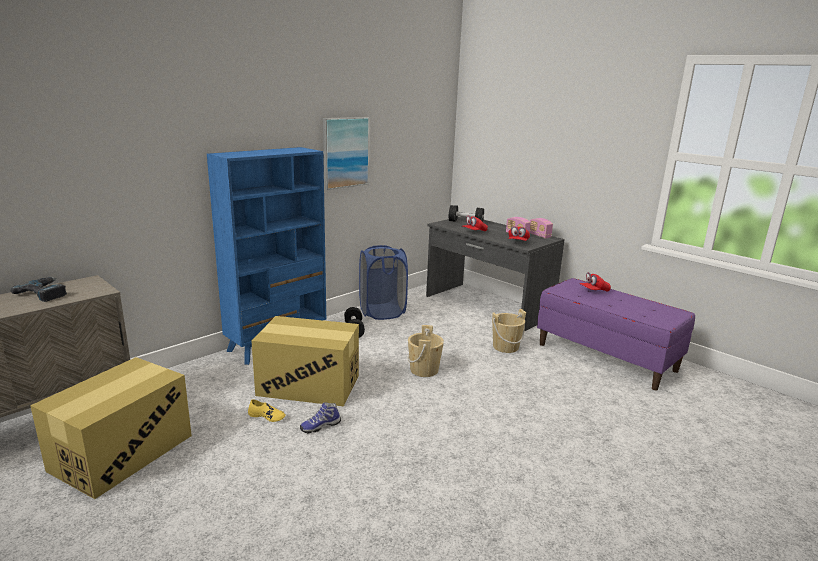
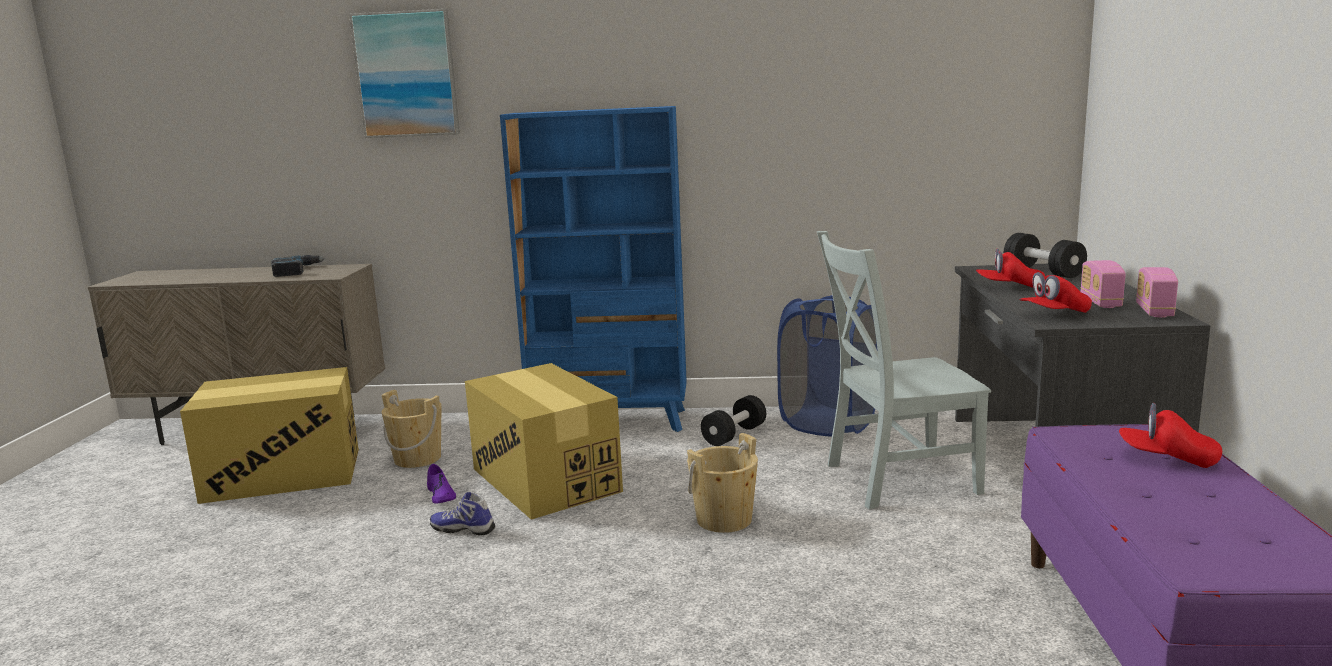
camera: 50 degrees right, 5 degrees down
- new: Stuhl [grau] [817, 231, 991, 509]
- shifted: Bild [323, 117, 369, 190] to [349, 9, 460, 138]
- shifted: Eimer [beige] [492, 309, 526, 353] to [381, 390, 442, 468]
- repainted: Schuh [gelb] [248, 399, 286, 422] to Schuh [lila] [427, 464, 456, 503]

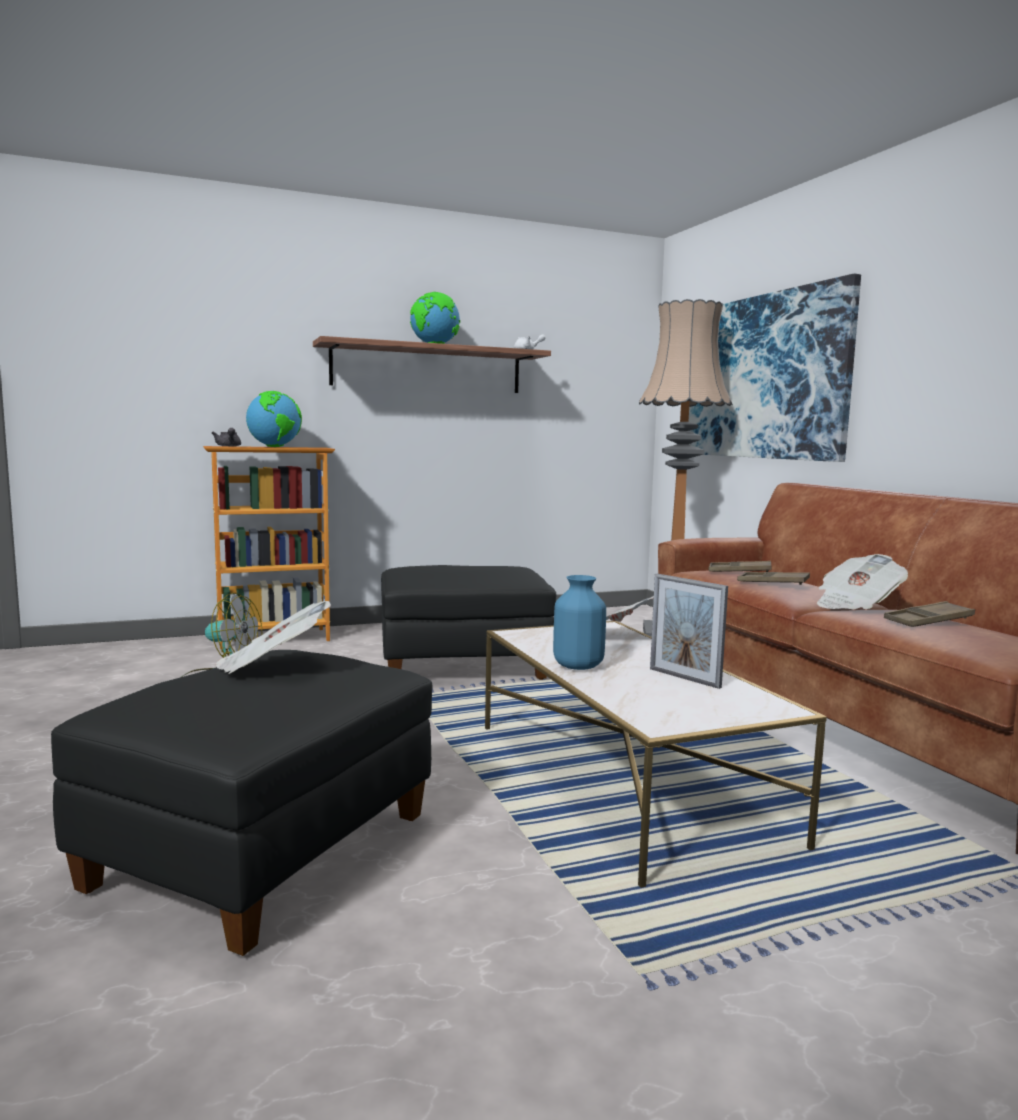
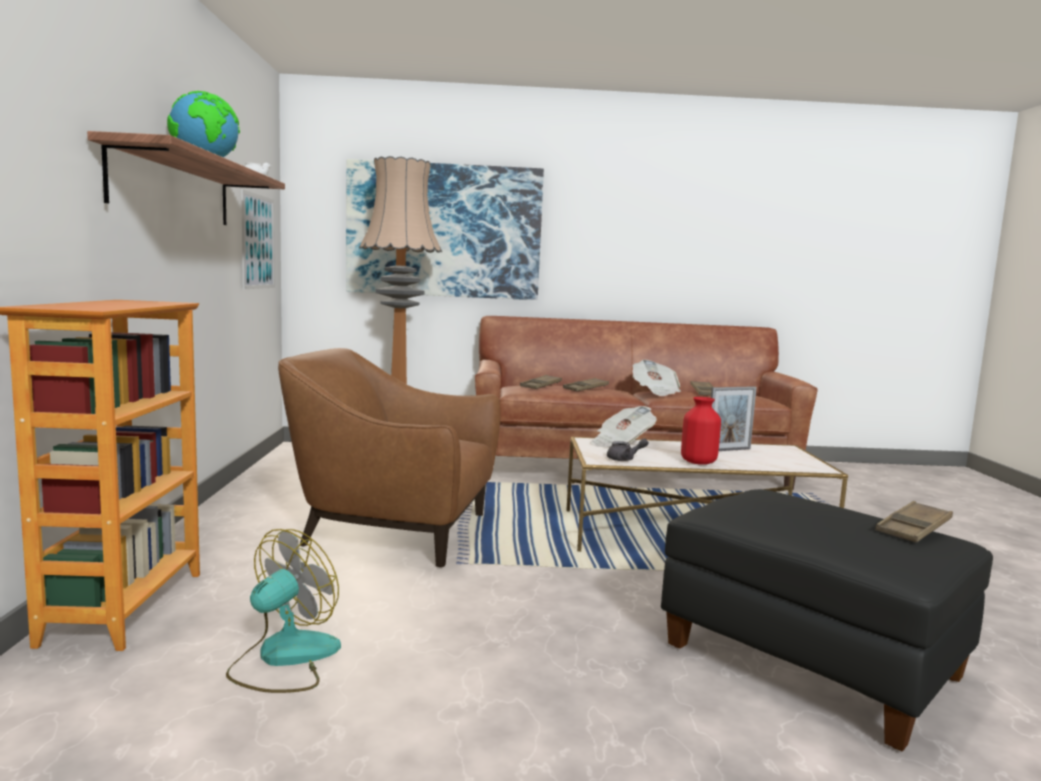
camera: 70 degrees left, 0 degrees up
- gone: Zeitung [215, 601, 331, 674]
- gone: Globus [246, 391, 302, 447]
- new: Bild [241, 189, 275, 289]
- new: Tablett [braun] [875, 501, 953, 543]
- shifted: Teekanne [grau] [212, 428, 241, 446] to [607, 438, 649, 461]
- swapped: Polsterhocker [schwarz] [381, 565, 556, 680] to Sessel [braun] [278, 348, 500, 567]
- repainted: Vase [blau] [553, 575, 606, 670] to Vase [rot] [681, 397, 721, 465]

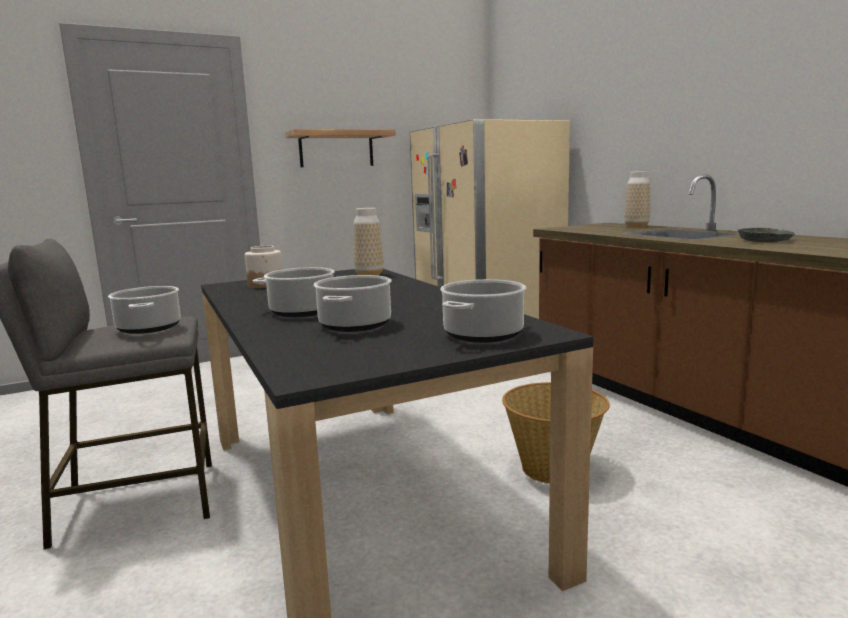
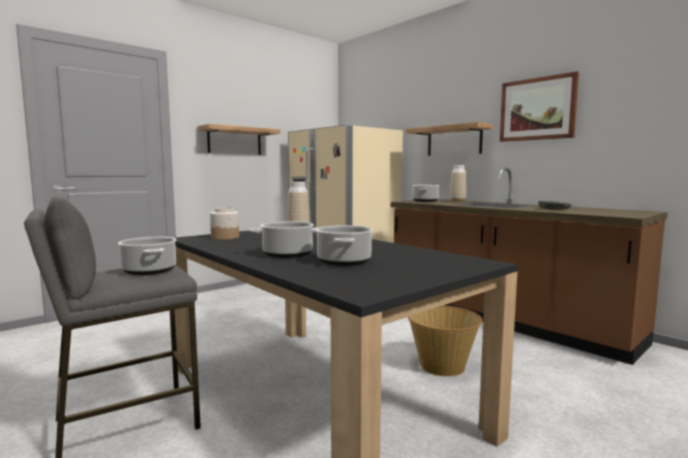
camera: 15 degrees left, 5 degrees down
- new: Wandregal [406, 122, 493, 156]
- new: Bild [500, 71, 579, 142]
- shifted: Kochtopf [440, 279, 526, 343] to [412, 185, 440, 202]

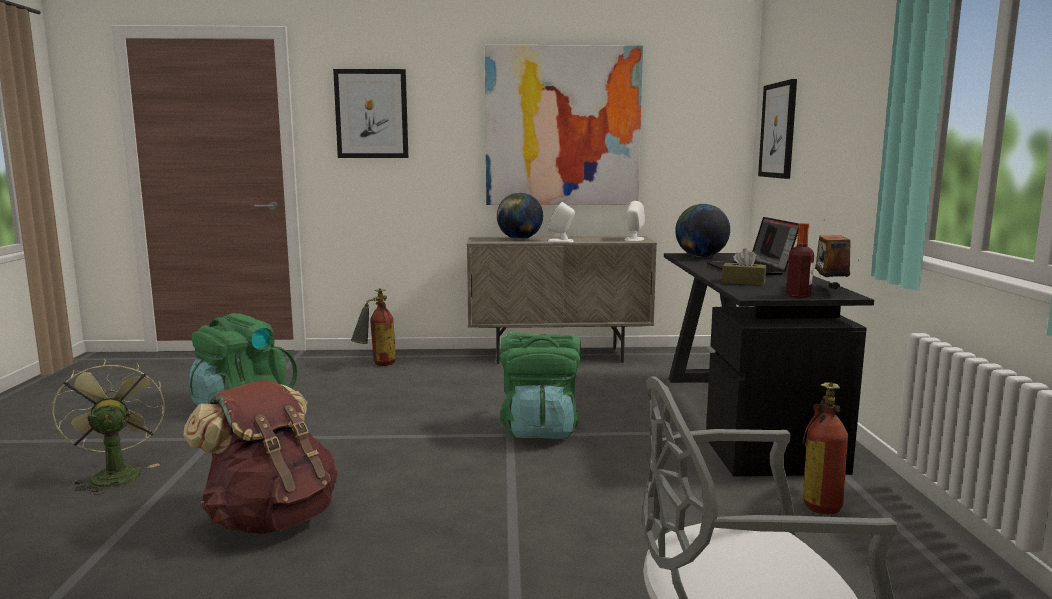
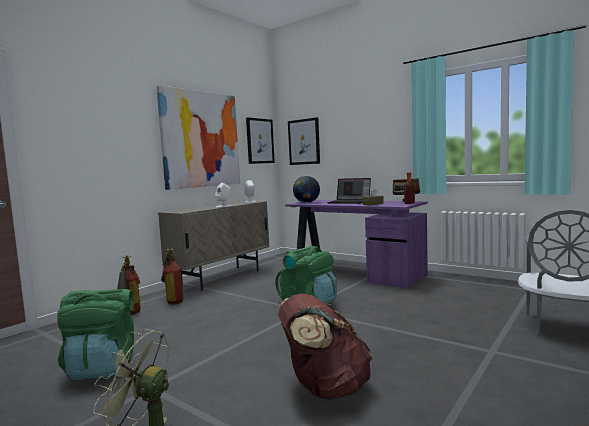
camera: 50 degrees left, 5 degrees down
- gone: Globus [497, 193, 543, 239]
- shifted: Bild [333, 69, 408, 158] to [246, 117, 275, 164]
- shifted: Feuerlöscher [803, 382, 848, 514] to [161, 248, 183, 305]
- repainted: Schreibtisch [schwarz] [664, 253, 874, 477] to Schreibtisch [lila] [285, 200, 428, 289]

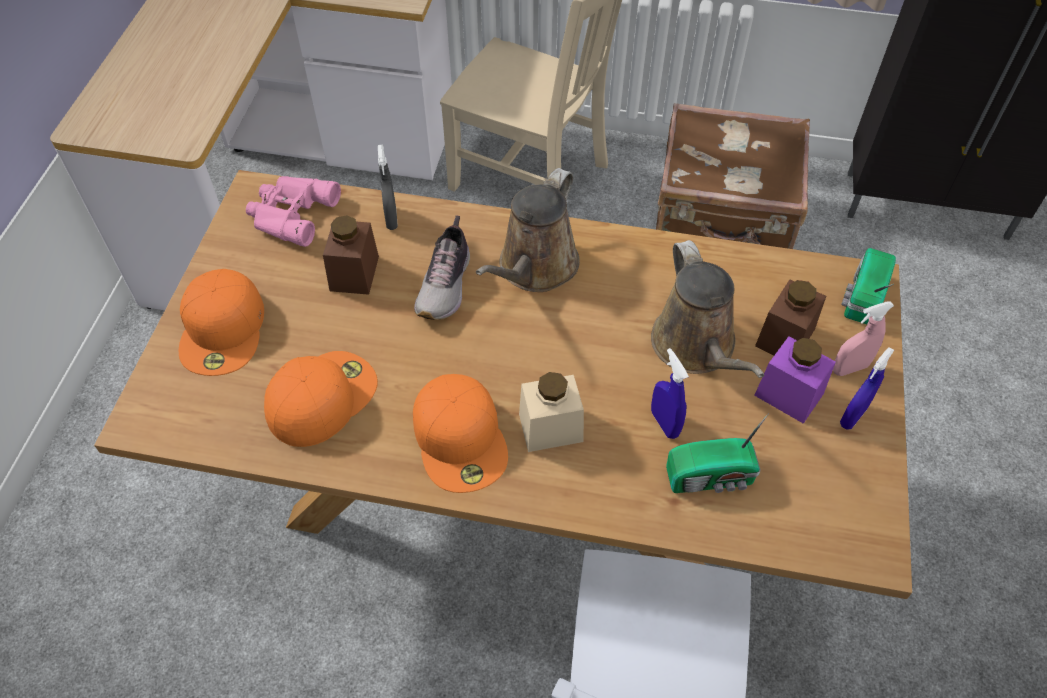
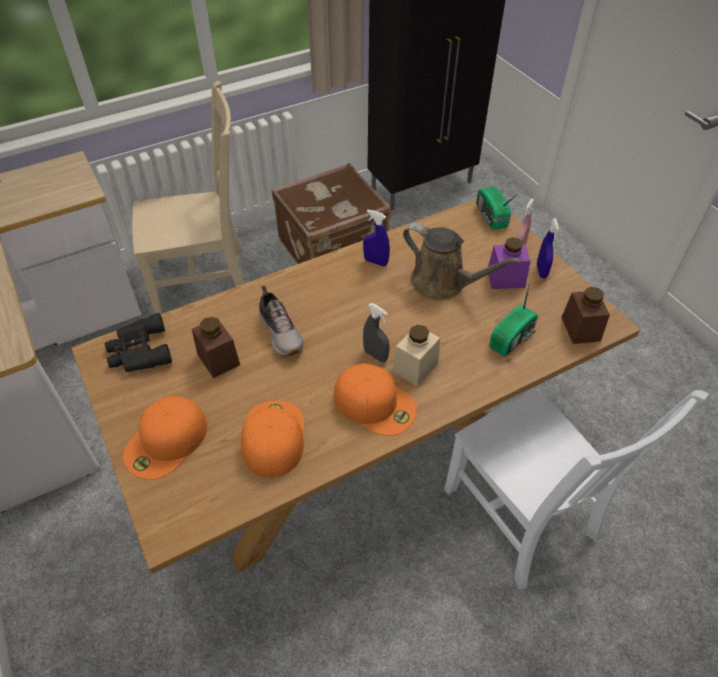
camera: 40 degrees left, 5 degrees down
- gone: Gießkanne [braun] [476, 168, 580, 292]
- shifted: Sprühflasche [grau] [378, 145, 398, 230] to [363, 303, 389, 362]
- shifted: Sprühflasche [blau] [651, 348, 689, 439] to [363, 209, 390, 266]
- shifted: Vorratsglas [braun] [755, 279, 826, 355] to [561, 287, 610, 344]
- repainted: Fernglas [rosa] [246, 176, 341, 247] to Fernglas [schwarz] [105, 313, 172, 372]
- rotated: Kappe [orange] [178, 269, 264, 376] = [123, 396, 207, 480] 75 degrees clockwise

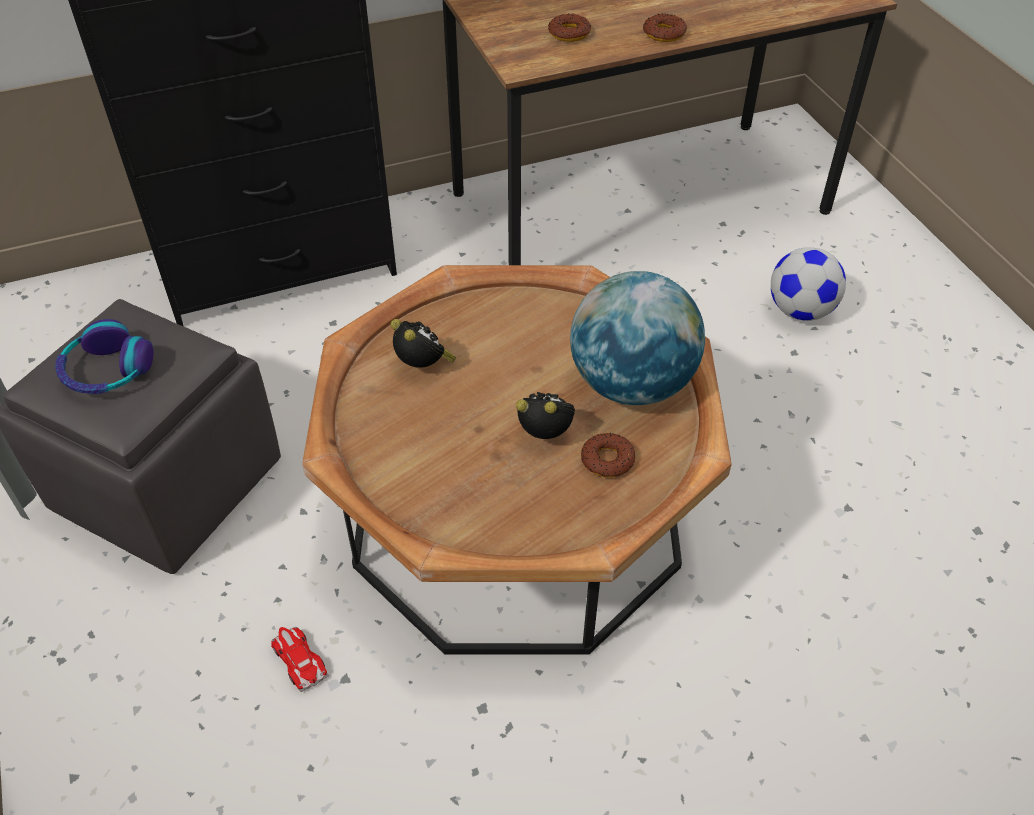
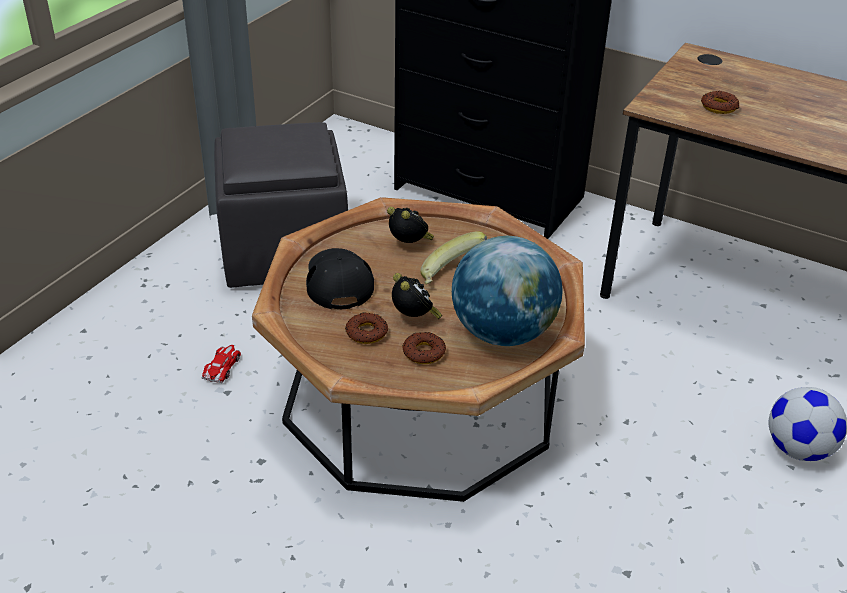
camera: 50 degrees right, 10 degrees down
- gone: Kopfhörer [55, 319, 154, 394]
- new: Kappe [schwarz] [306, 248, 374, 309]
- new: Banane [420, 231, 487, 284]
- shifted: Donut [643, 13, 687, 42] to [345, 313, 388, 344]
- rotated: Wecker [390, 319, 456, 368] = [387, 207, 434, 243] 60 degrees counterclockwise

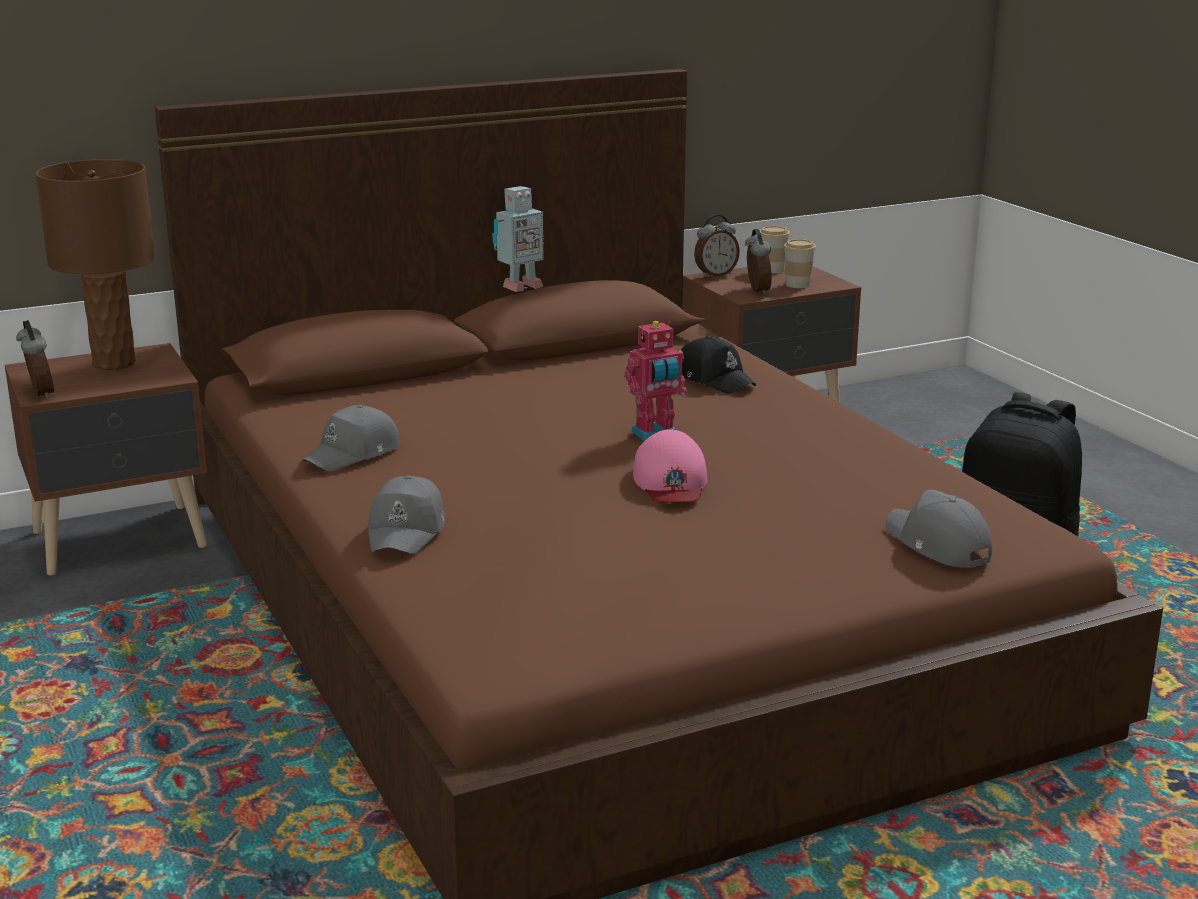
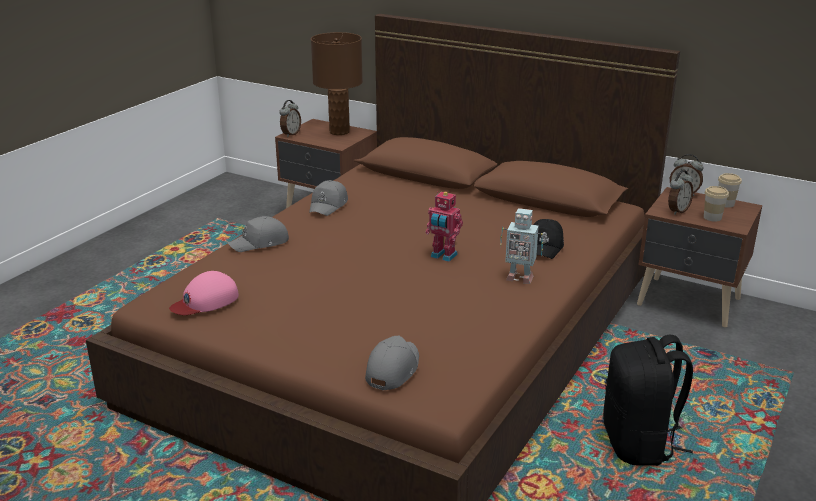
camera: 55 degrees right, 5 degrees up
- shifted: Spielzeugroboter [492, 186, 544, 292] to [500, 208, 543, 284]
- shifted: Kappe [rosa] [633, 429, 707, 502] to [169, 271, 239, 315]
- rotated: Kappe [grau] [302, 405, 399, 471] = [309, 180, 348, 216] 75 degrees counterclockwise

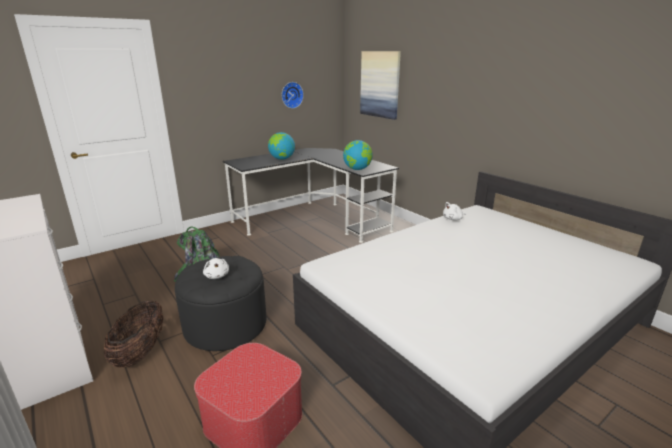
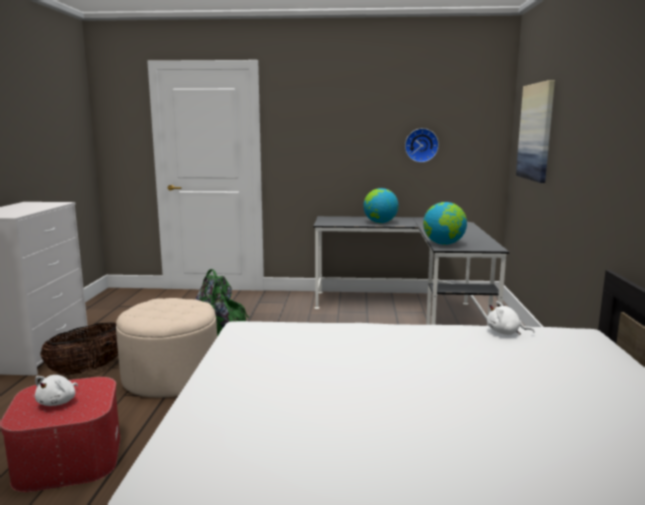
camera: 40 degrees right, 10 degrees down
- shifted: Plüschtier [weiß] [203, 258, 229, 279] to [35, 375, 78, 406]
- repainted: Polsterhocker [schwarz] [175, 256, 266, 351] to Polsterhocker [beige] [116, 298, 217, 398]

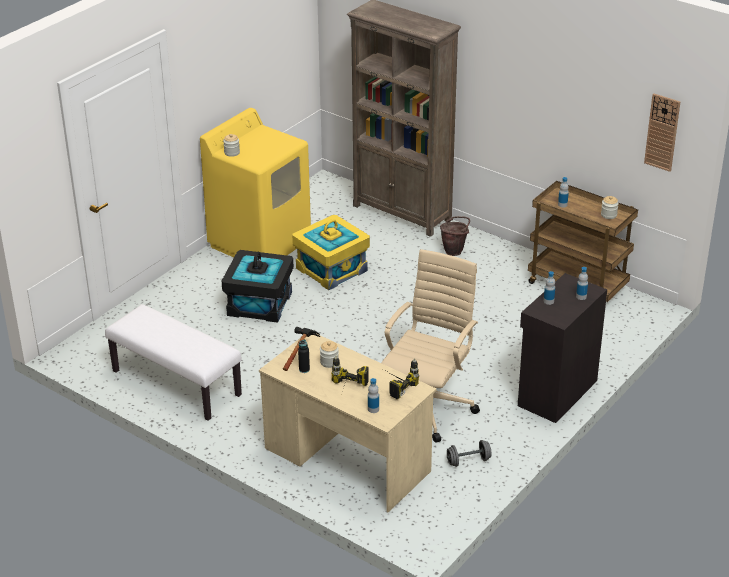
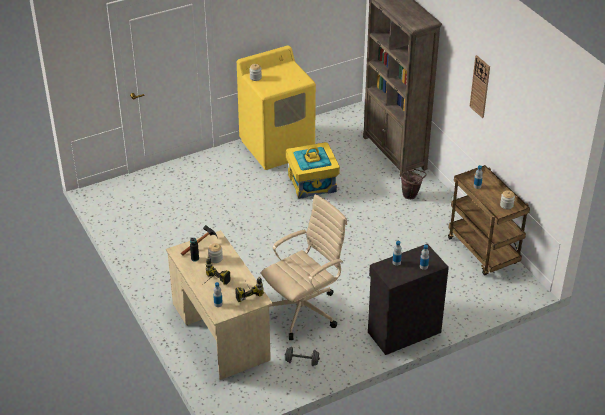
camera: 25 degrees right, 5 degrees up
- gone: Bank [weiß] [105, 304, 242, 421]
- gone: Aufbewahrungsbox [schwarz] [222, 250, 294, 323]
- shifted: Wanduhr [644, 93, 680, 172] to [469, 55, 490, 118]

